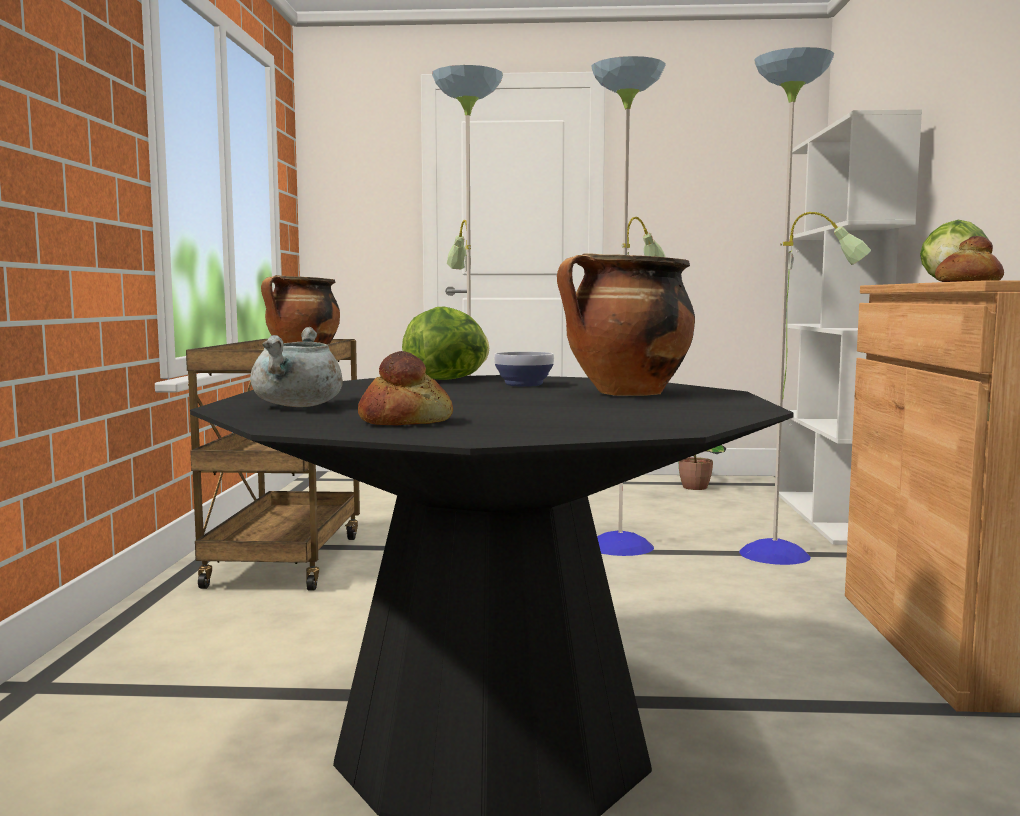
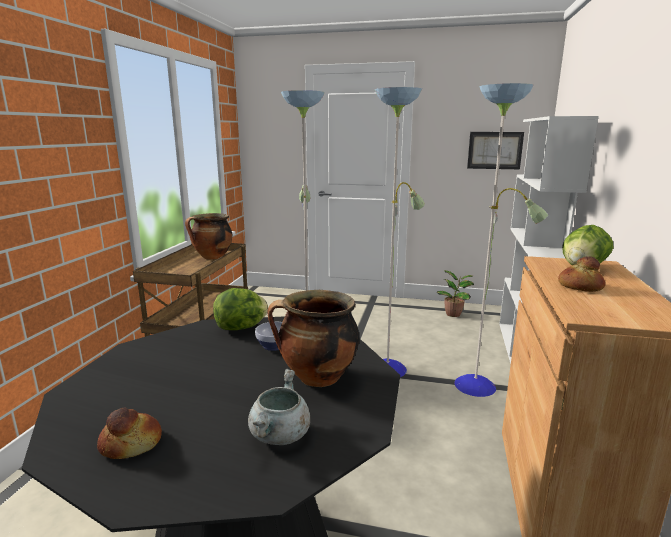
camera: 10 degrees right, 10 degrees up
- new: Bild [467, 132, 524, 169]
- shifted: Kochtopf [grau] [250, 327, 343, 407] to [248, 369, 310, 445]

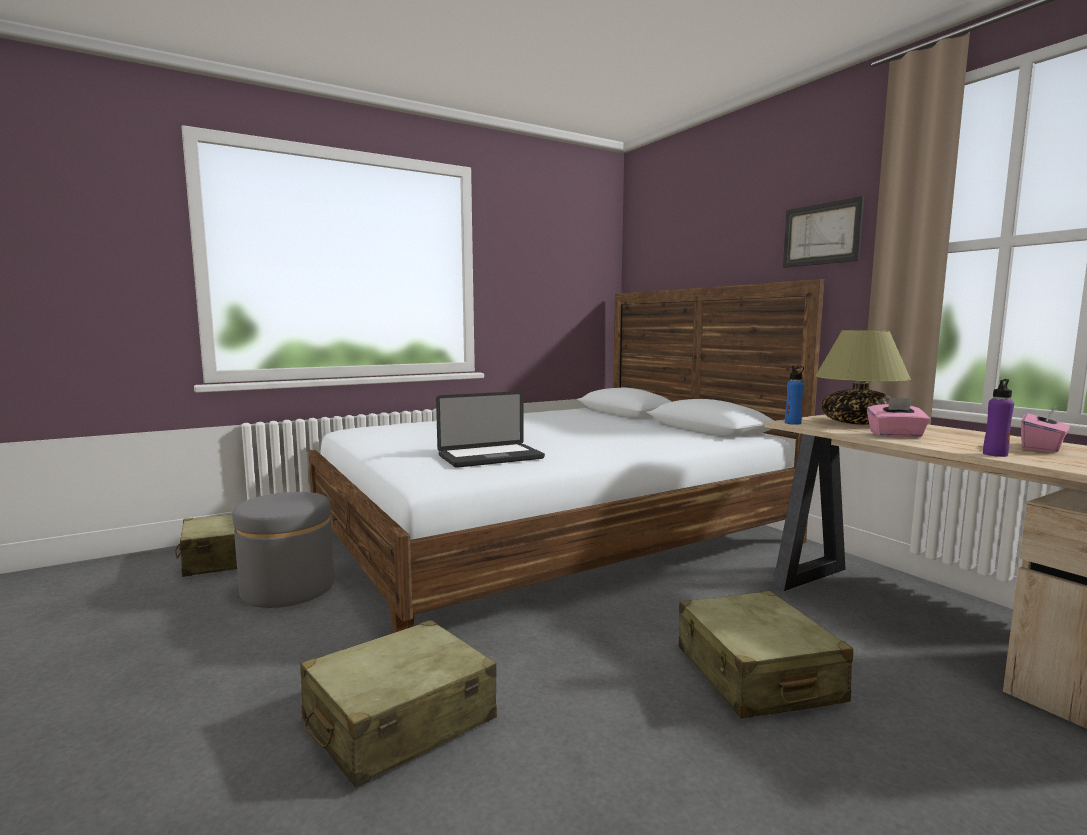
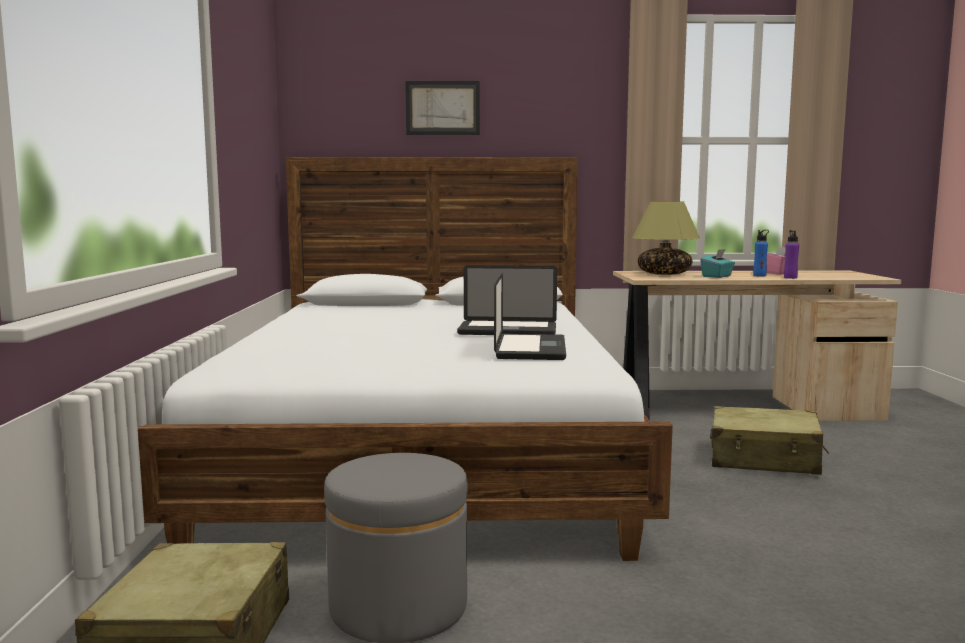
camera: 60 degrees left, 0 degrees up
- gone: Koffer [beige] [300, 620, 497, 788]
- new: Laptop [457, 265, 557, 335]
- shifted: Bild [783, 196, 864, 268] to [405, 81, 480, 135]
- shifted: Flasche [blau] [785, 366, 804, 425] to [753, 230, 769, 277]
- repainted: Taschentuchbox [rosa] [867, 397, 930, 437] to Taschentuchbox [türkis] [700, 249, 735, 278]

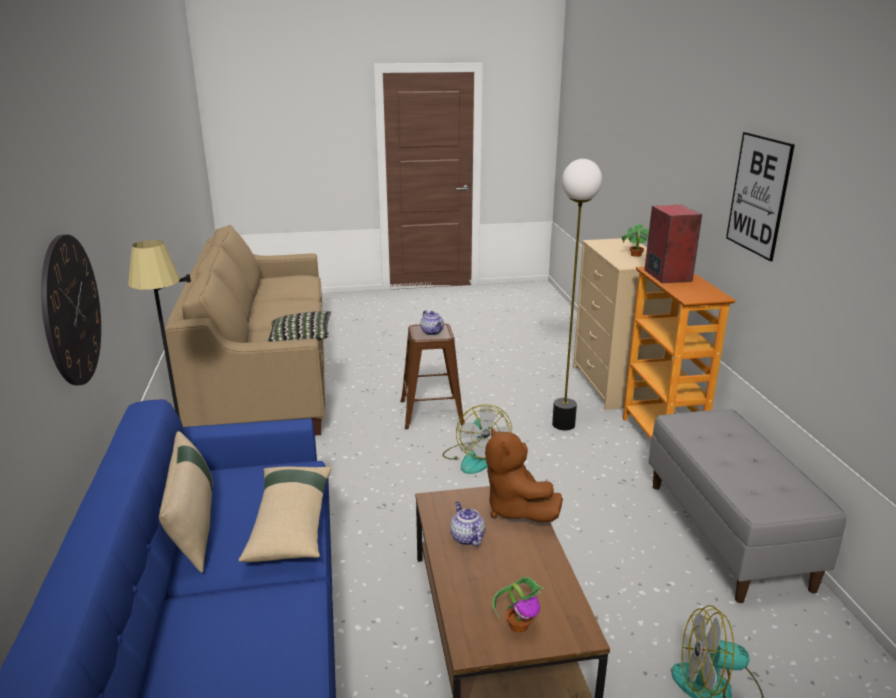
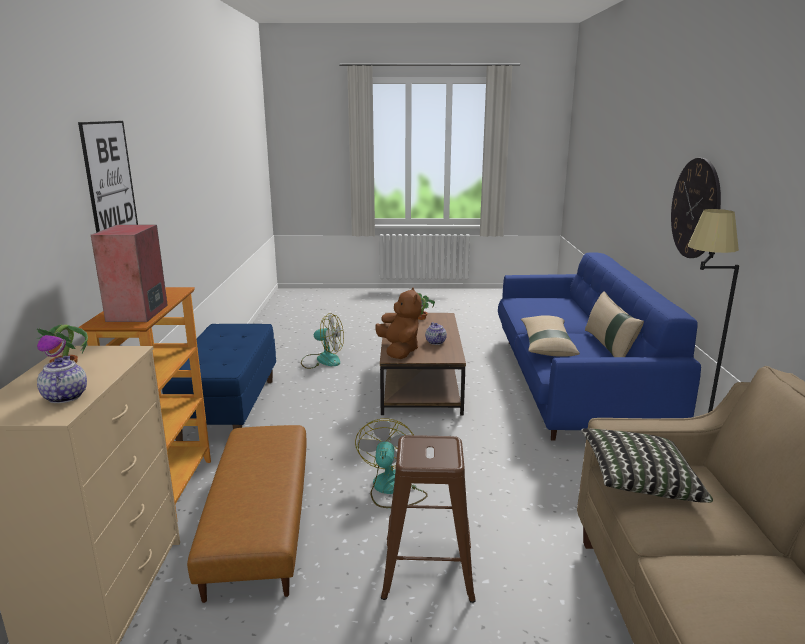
camera: 170 degrees left, 5 degrees down
- shifted: Teekanne [420, 310, 444, 335] to [37, 356, 87, 403]
- swapped: Stehlampe [552, 159, 602, 430] to Polsterhocker [braun] [187, 425, 307, 603]
- repainted: Bank [grau] [648, 409, 846, 603] to Bank [blau] [162, 324, 276, 441]

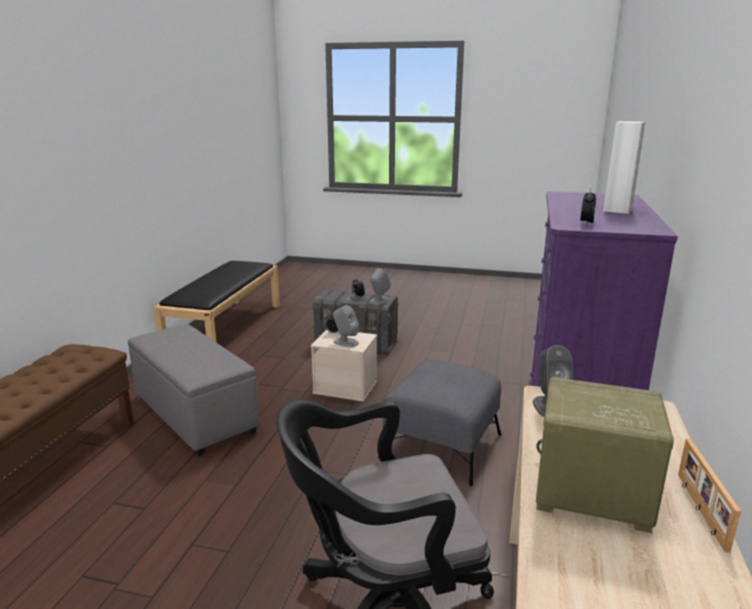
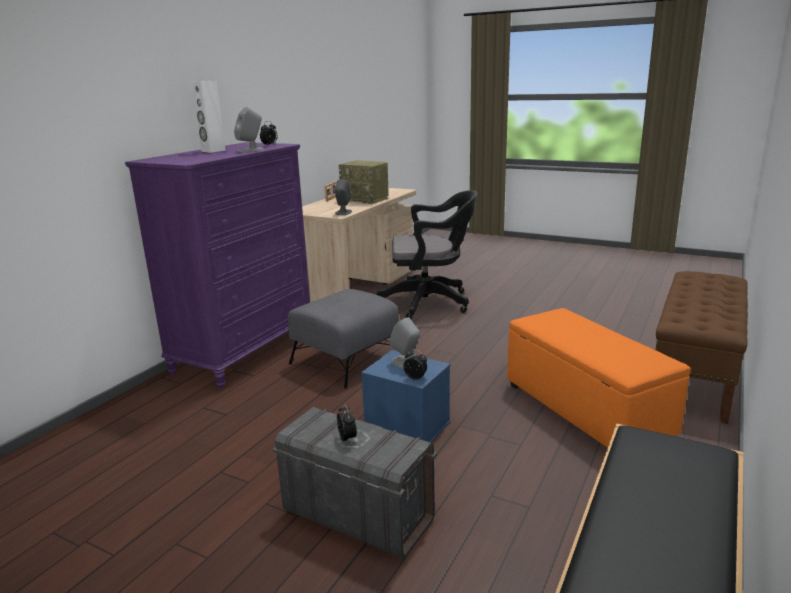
camera: 165 degrees left, 0 degrees up
- shifted: Lautsprecher [grau] [370, 268, 391, 305] to [234, 107, 264, 152]
- repainted: Polsterhocker [grau] [128, 324, 260, 456] to Polsterhocker [orange] [507, 308, 691, 448]
- repainted: Aufbewahrungsbox [beige] [311, 330, 377, 402] to Aufbewahrungsbox [blau] [361, 350, 450, 443]

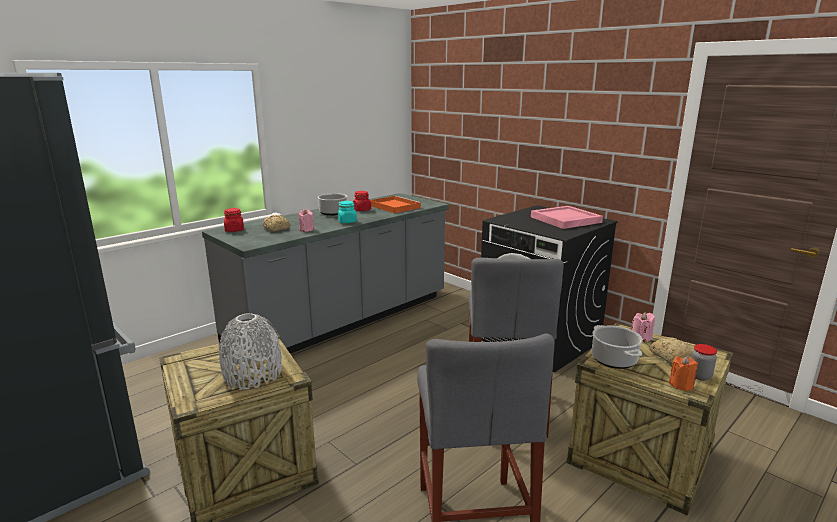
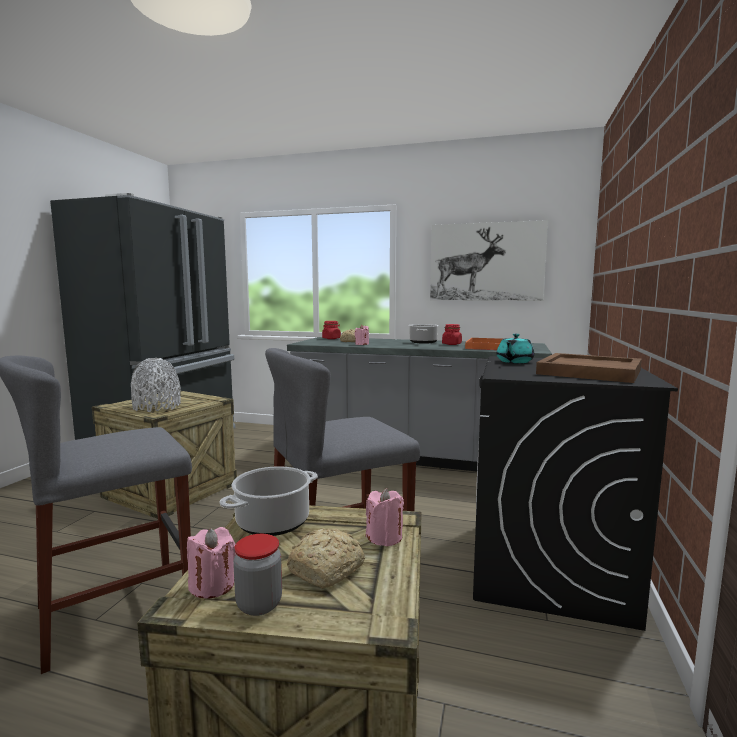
camera: 60 degrees right, 10 degrees down
- gone: Vorratsglas [türkis] [338, 201, 357, 223]
- new: Bild [430, 220, 548, 301]
- new: Teekanne [türkis] [496, 334, 534, 363]
- repainted: Tablett [rosa] [531, 206, 603, 229] to Tablett [braun] [536, 353, 642, 383]
- repainted: Kerze [orange] [669, 356, 698, 391] to Kerze [rosa] [187, 527, 236, 599]

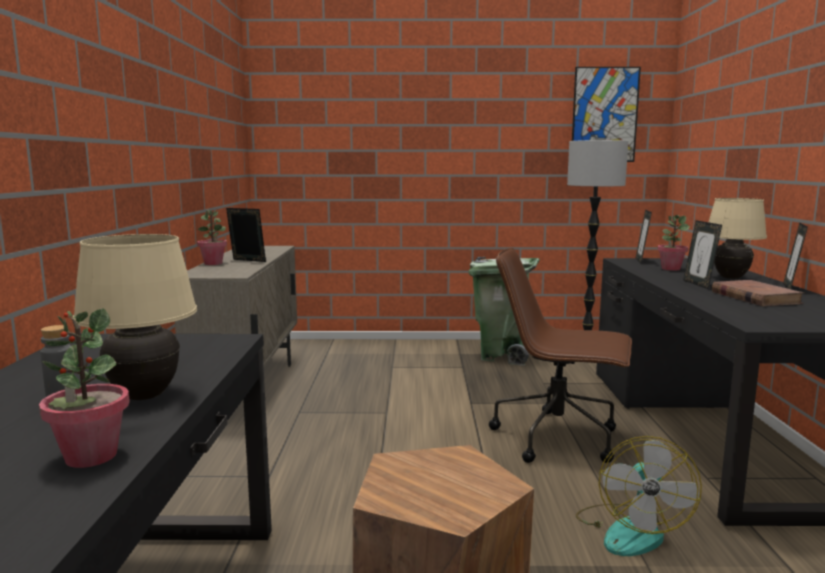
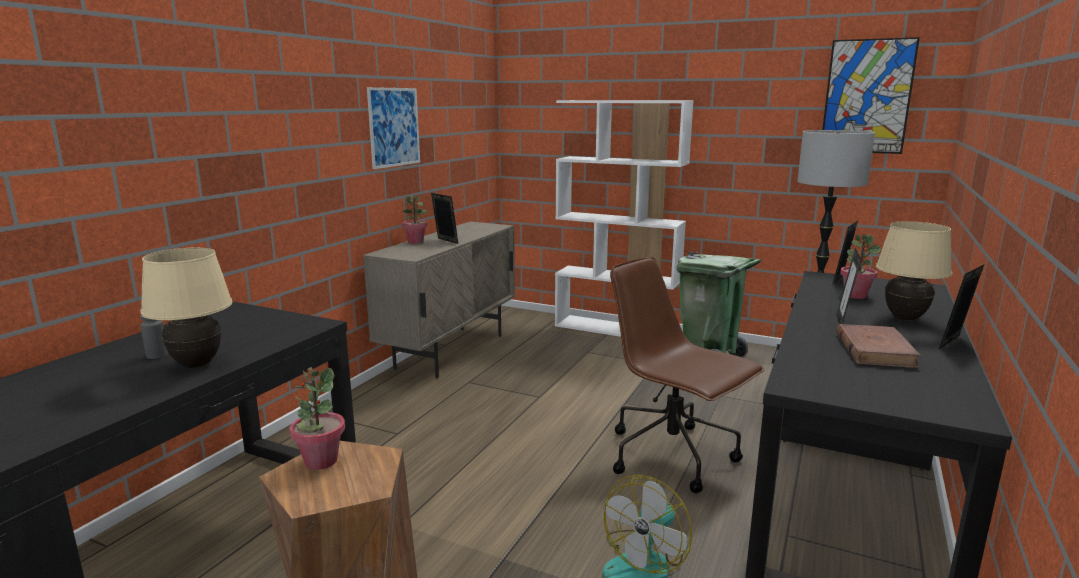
camera: 25 degrees right, 5 degrees up
- new: Bild [367, 87, 420, 169]
- new: Bücherregal [weiß] [555, 100, 694, 337]
- shifted: Topfpflanze [39, 308, 130, 468] to [289, 367, 345, 470]

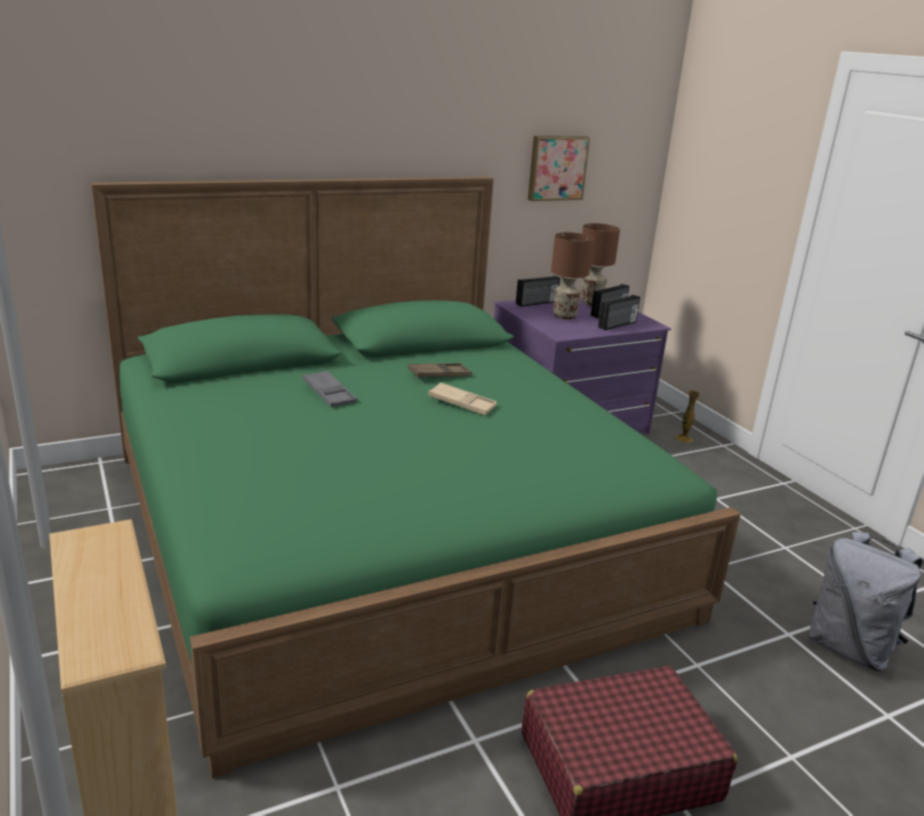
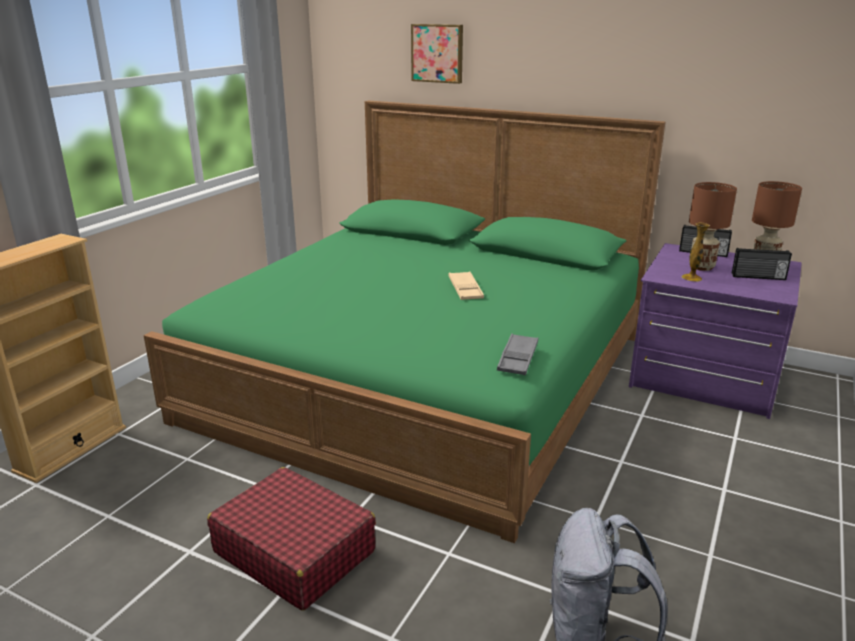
camera: 55 degrees right, 0 degrees up
- gone: Tablett [braun] [408, 363, 472, 379]
- gone: Radio [598, 295, 640, 330]
- shifted: Tablett [grau] [303, 370, 357, 407] to [497, 334, 538, 375]
- shifted: Bild [528, 136, 590, 201] to [411, 24, 463, 84]
- shifted: Vase [675, 390, 701, 443] to [681, 223, 710, 282]

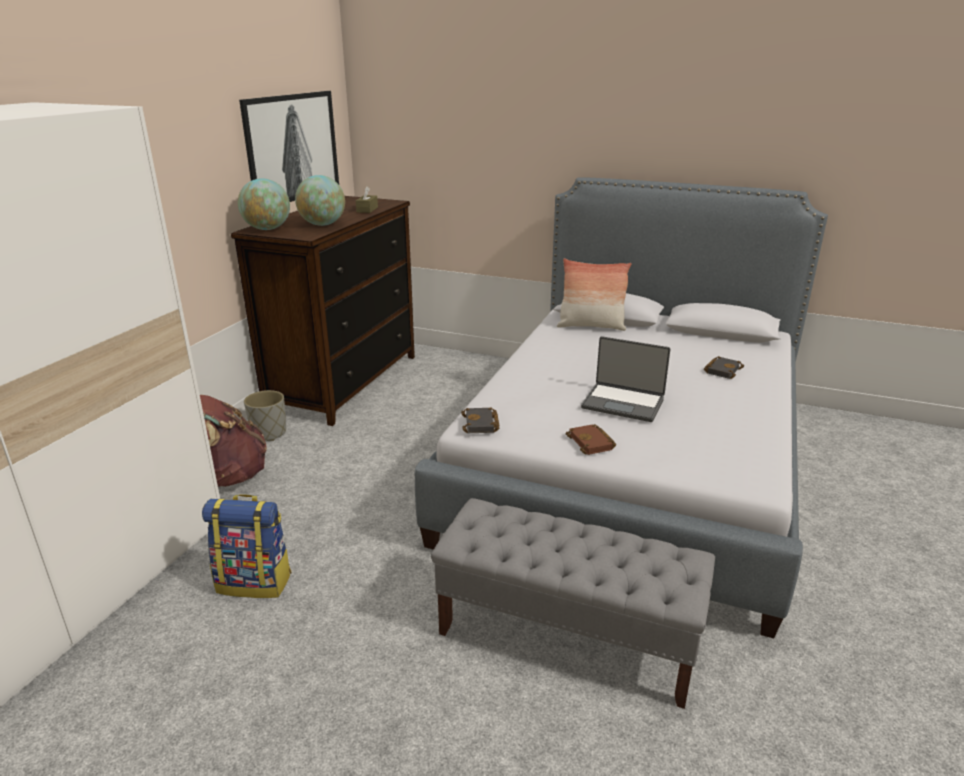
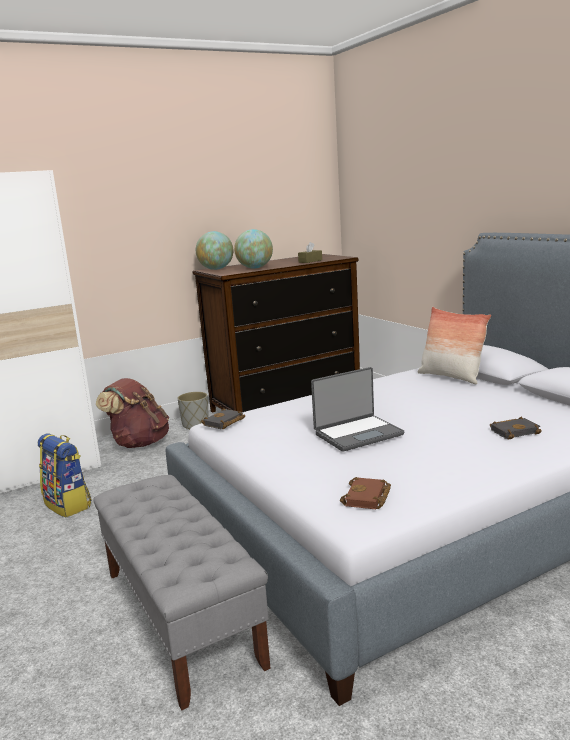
camera: 40 degrees right, 10 degrees down
- gone: Bild [239, 91, 339, 202]
- shifted: Buch [braun] [565, 424, 616, 455] to [340, 477, 391, 509]
- rotated: Laptop [581, 336, 670, 422] = [311, 367, 404, 452] 90 degrees counterclockwise

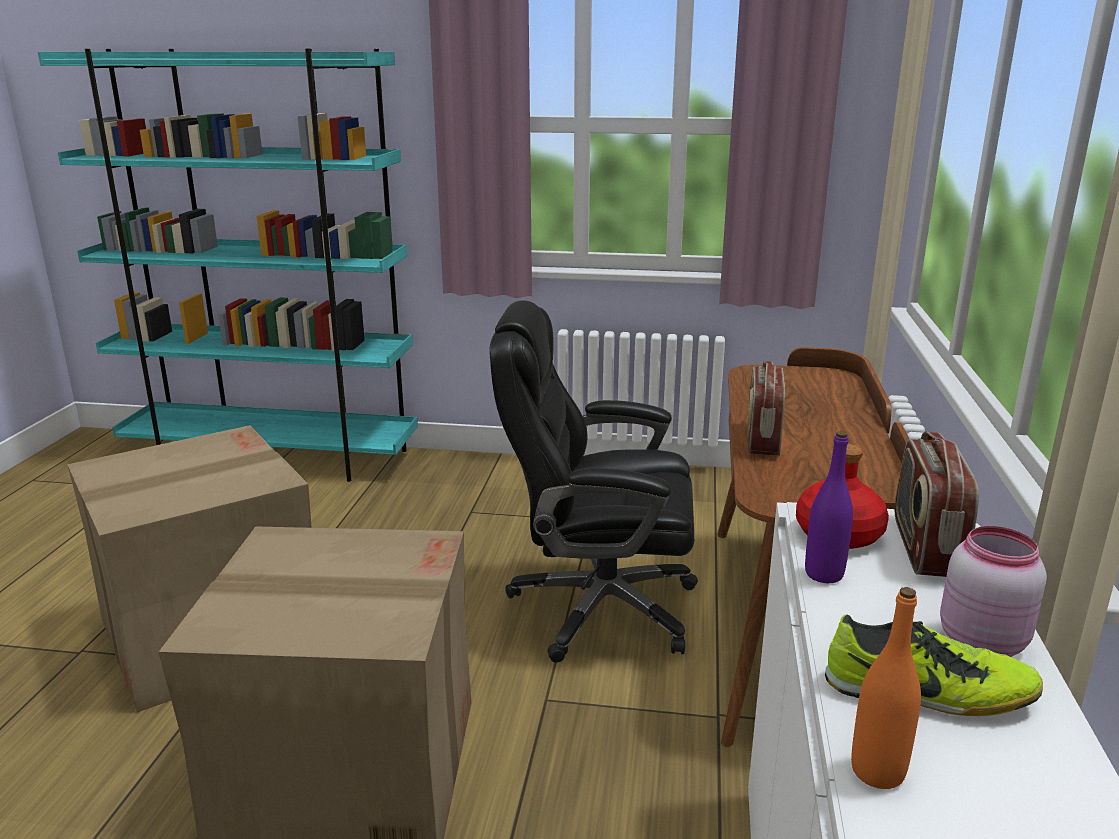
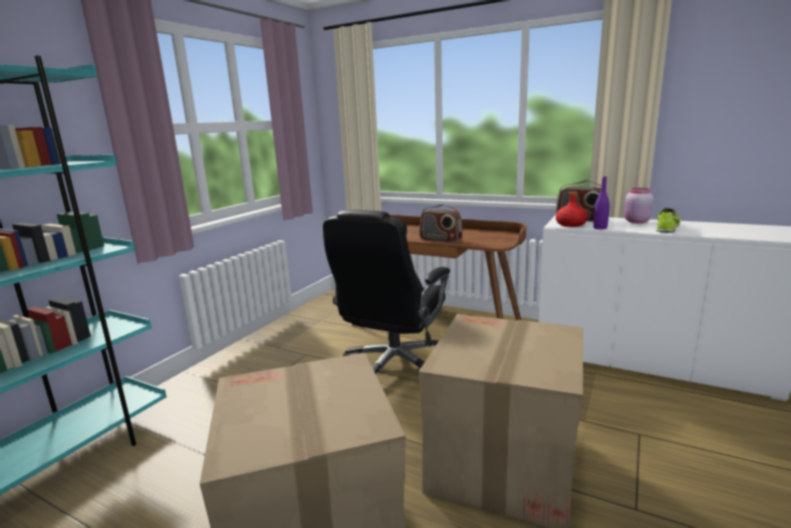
camera: 70 degrees left, 5 degrees down
- gone: Flasche [orange] [851, 587, 921, 789]

